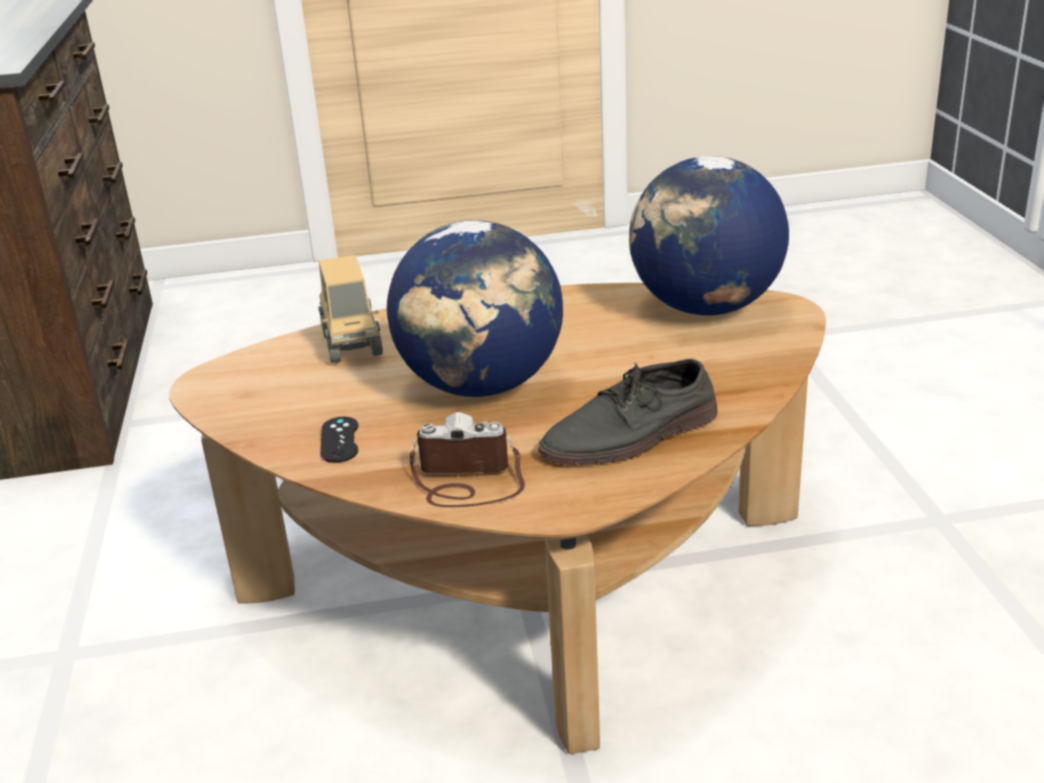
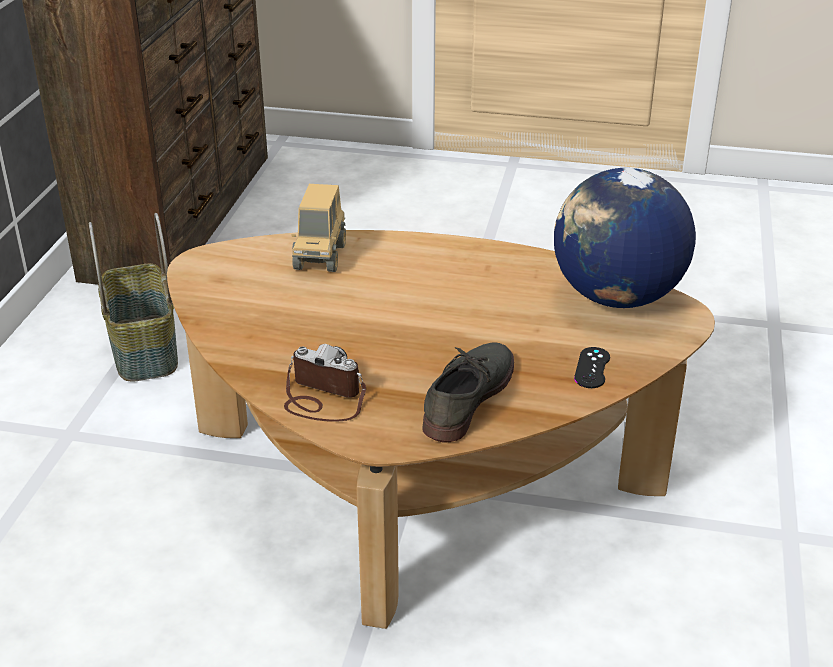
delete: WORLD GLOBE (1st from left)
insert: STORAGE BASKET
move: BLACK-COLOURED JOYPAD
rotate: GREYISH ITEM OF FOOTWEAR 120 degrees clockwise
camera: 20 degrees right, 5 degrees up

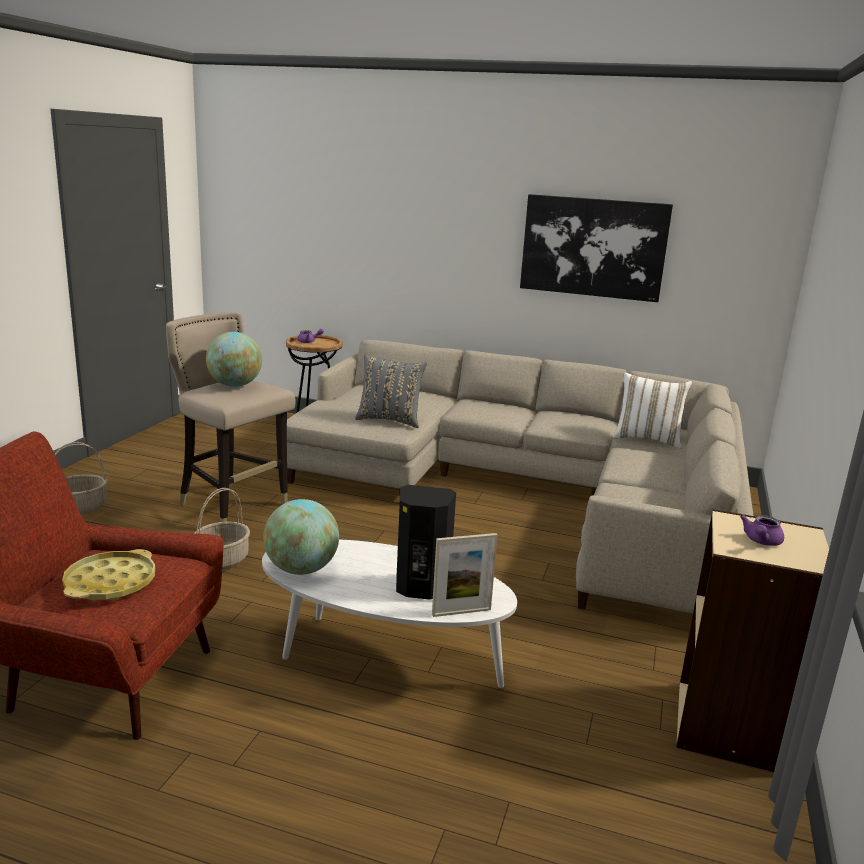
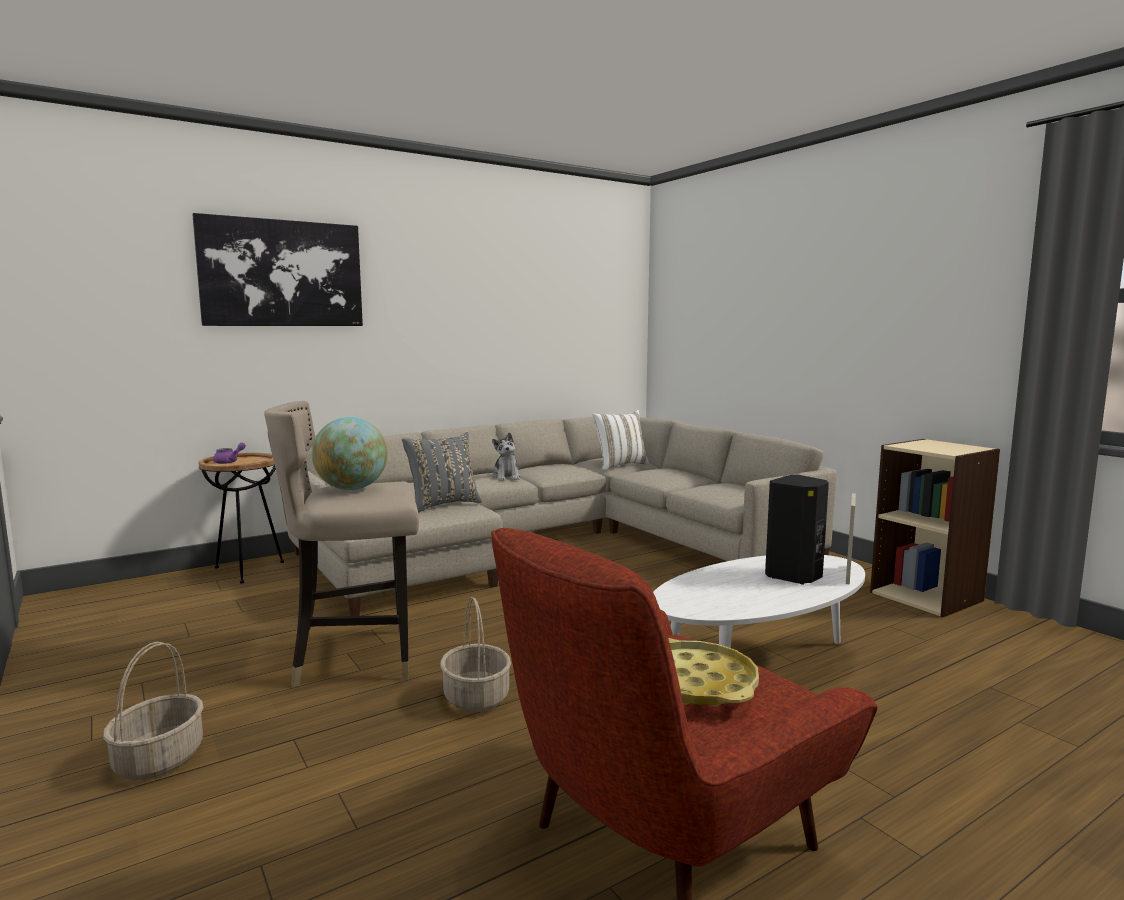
delete: WORLD GLOBE (2nd from left); PURPLE TEAPOT (2nd from left)
insert: SOFT TOY
move: WALL ART
camera: 50 degrees left, 10 degrees down

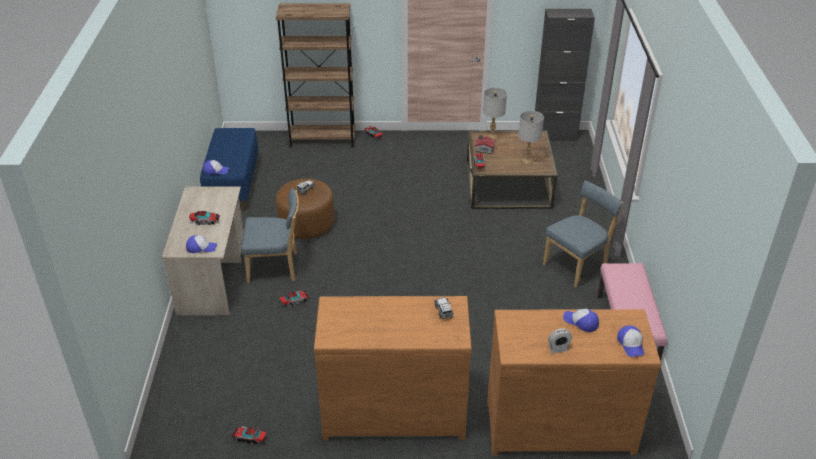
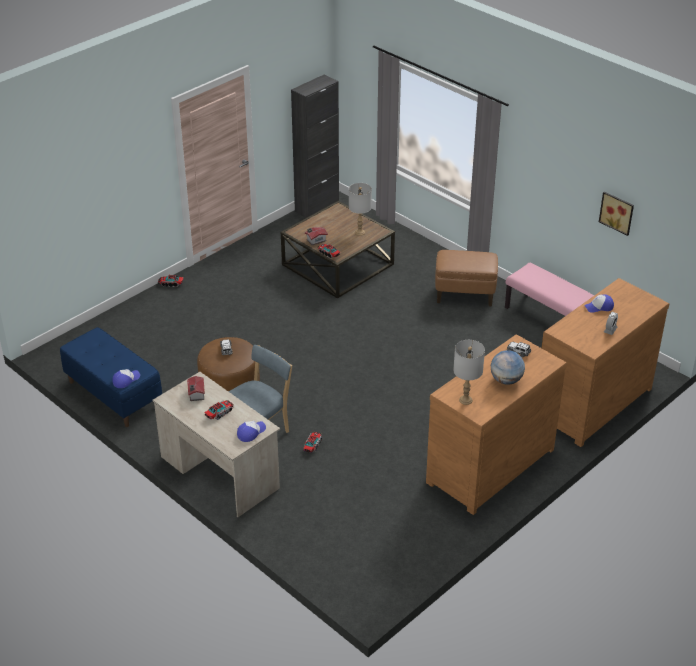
delete: BROWNISH SHELVING UNIT; BASEBALL CAP (4th from left); TOY TRUCK (2nd from left)
insert: WALL ART; WORLD GLOBE; TOY HOUSE (1st from left)
move: GREYISH TABLETOP LAMP (1st from left in the first image) to GREYISH TABLETOP LAMP (2nd from left)
replace: BLUE-COLOURED PLAIN CHAIR (2nd from left) to BROWNISH OTTOMAN (2nd from left)
camera: 45 degrees left, 0 degrees up

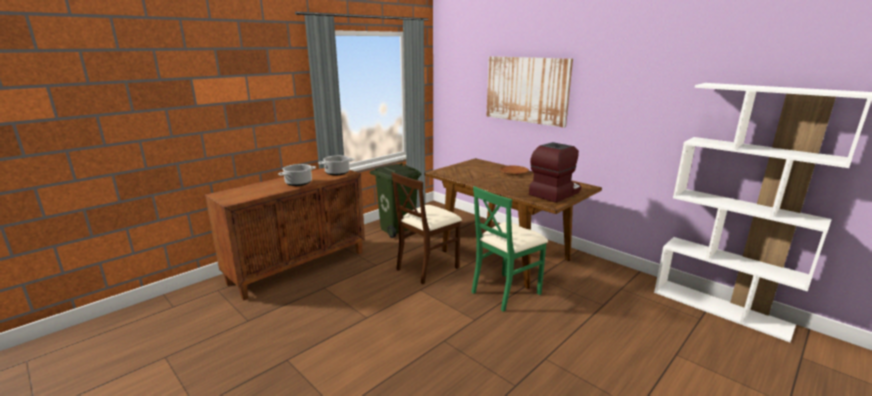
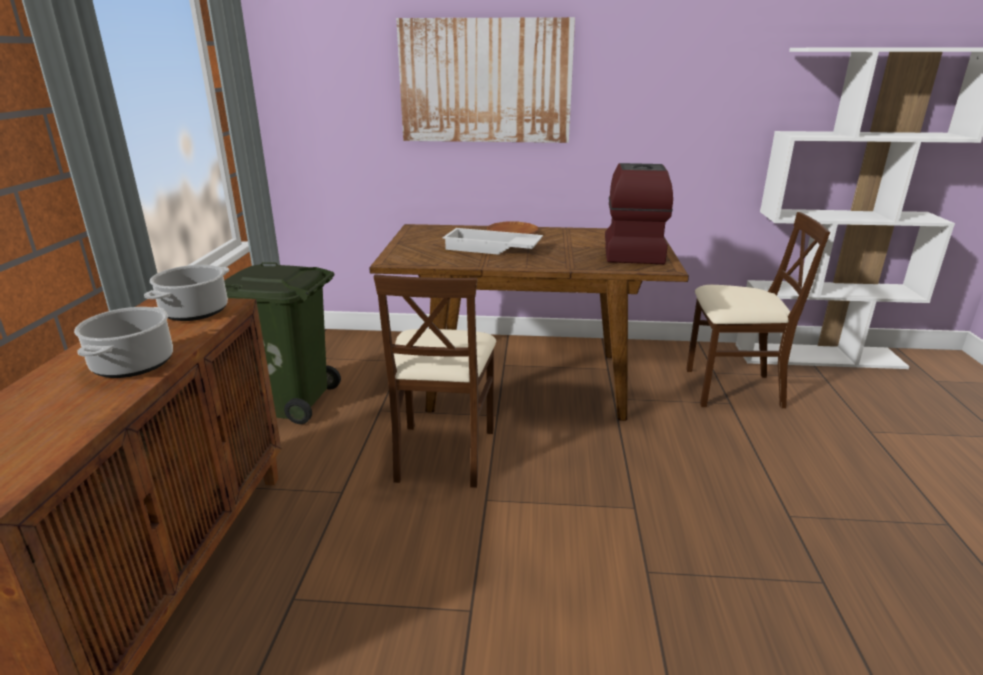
delete: GREEN PLAIN CHAIR
insert: BEIGE PLAIN CHAIR (2nd from left); WHITE-COLOURED TRAY
camera: 40 degrees left, 5 degrees up

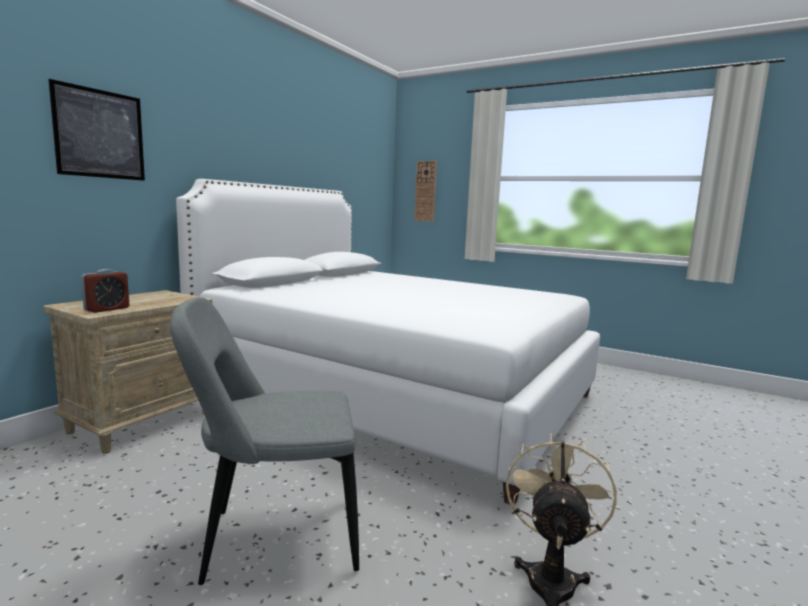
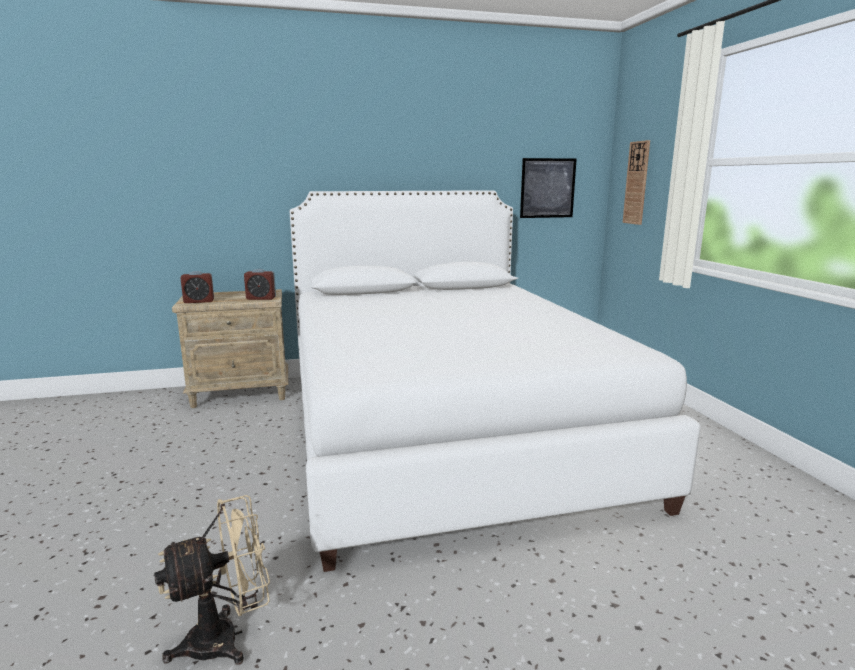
delete: GREYISH PLAIN CHAIR
insert: TABLE CLOCK (2nd from left)
move: WALL ART
camera: 45 degrees right, 5 degrees up

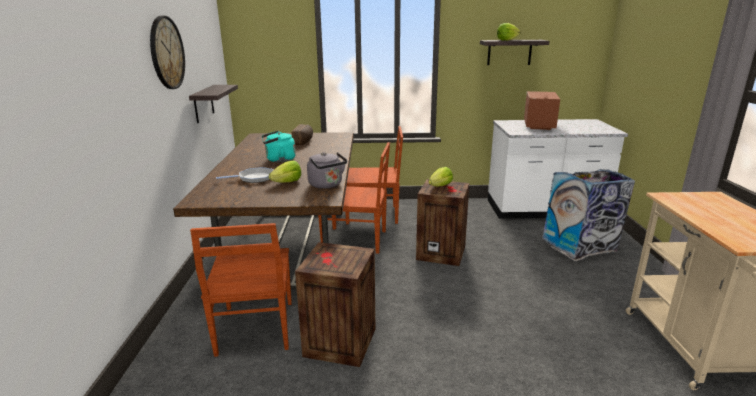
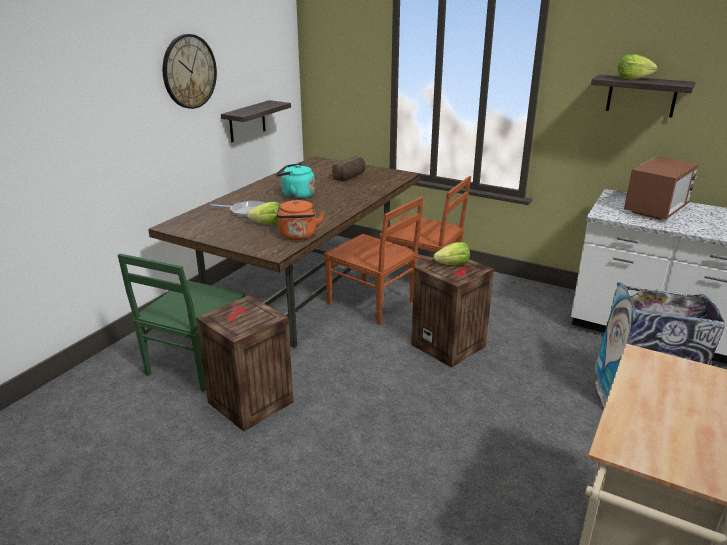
recolor: GREYISH WATER KETTLE to ORANGEY WATER KETTLE; BROWNISH PLAIN CHAIR (1st from left) to GREEN PLAIN CHAIR
camera: 30 degrees right, 5 degrees up

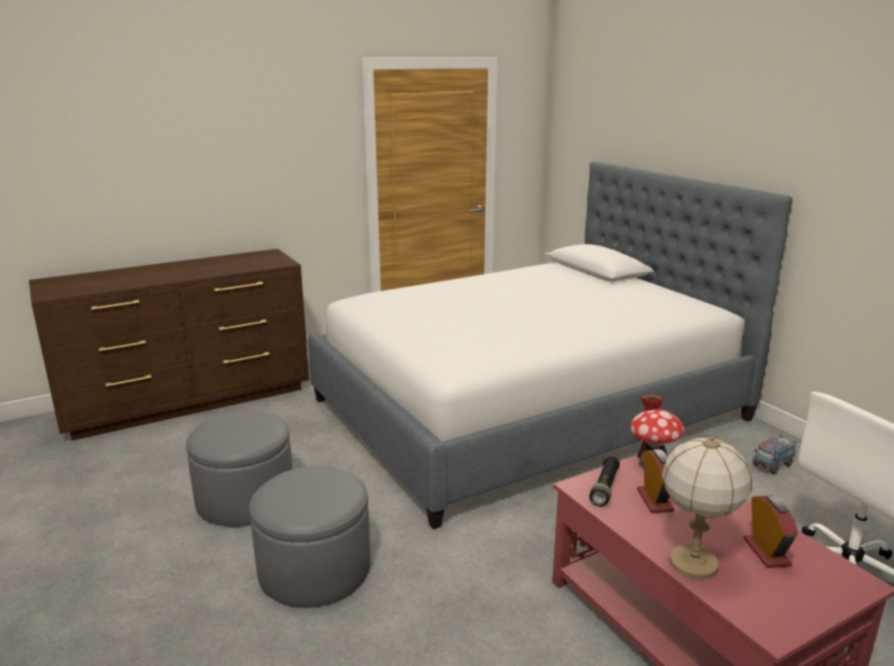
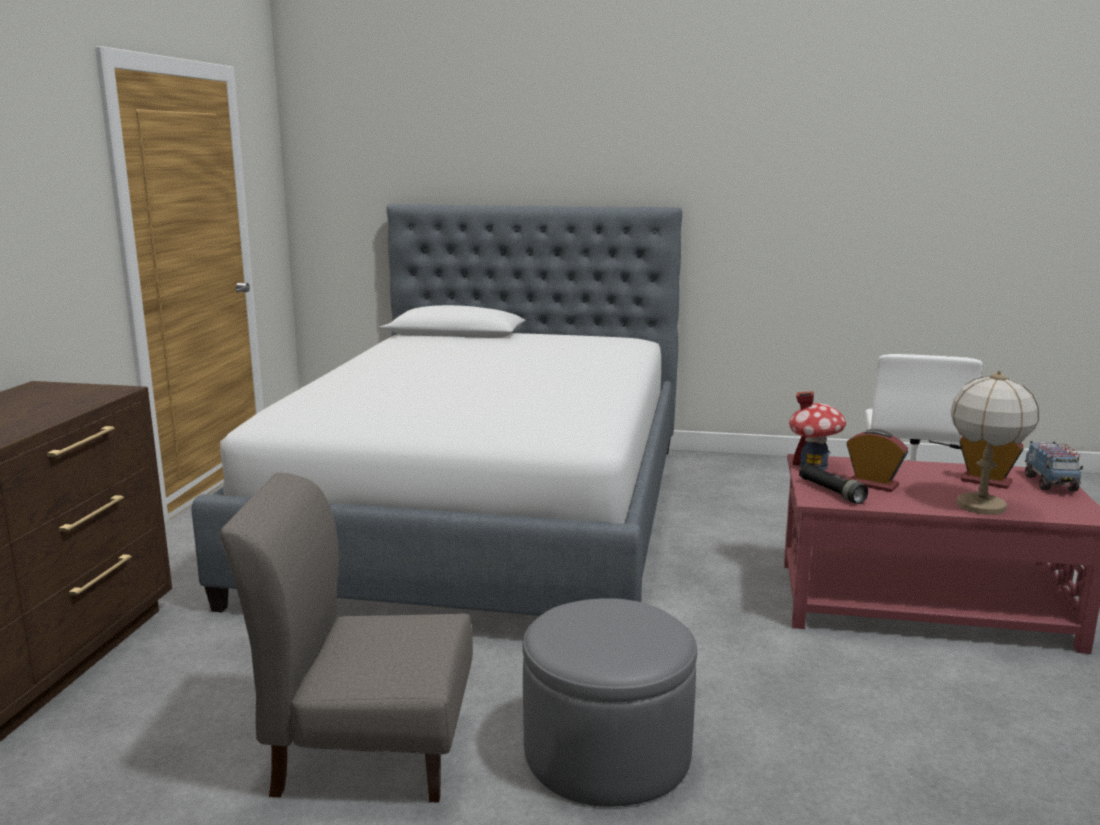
move: TOY TRUCK
replace: GREYISH OTTOMAN (1st from left) to GREYISH PLAIN CHAIR
camera: 50 degrees left, 5 degrees down

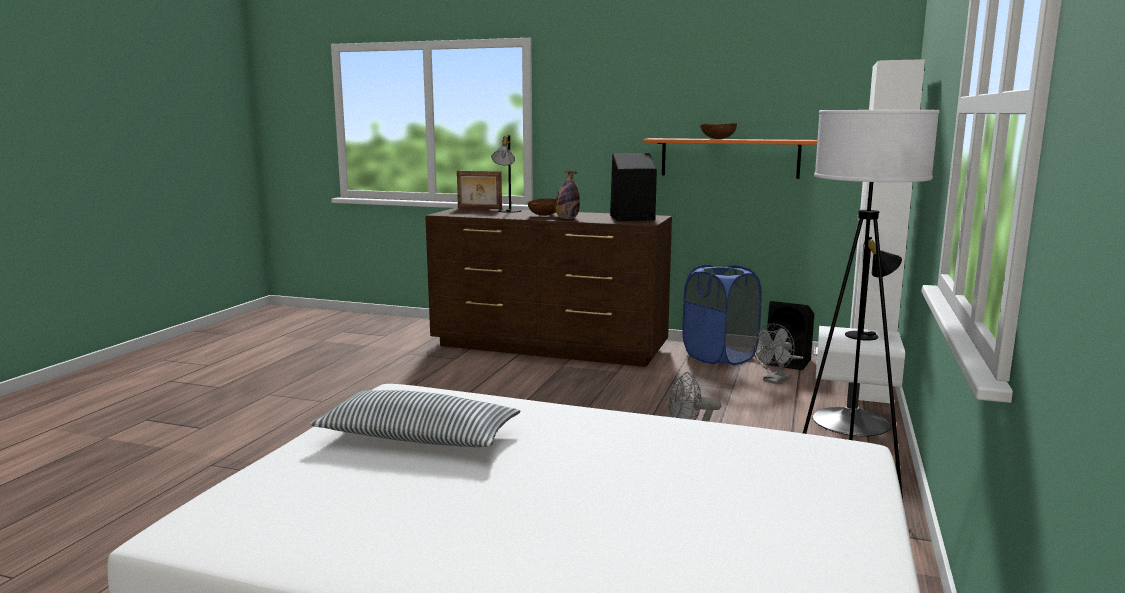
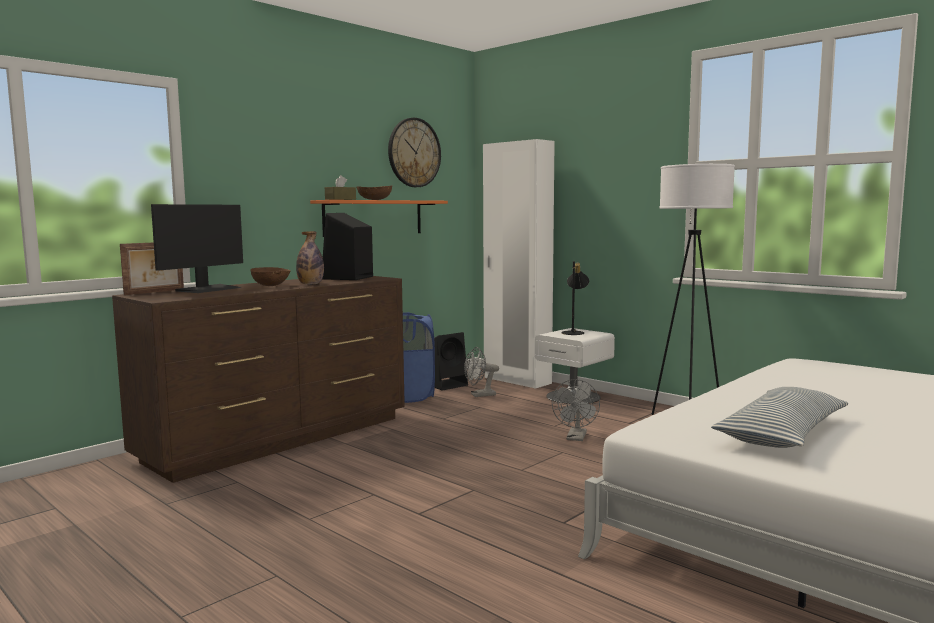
insert: CLOCK ON THE WALL; BROWNISH TISSUE BOX
replace: BLACK-COLOURED TABLETOP LAMP (1st from left) to COMPUTER SCREEN
rotate: GREYISH ELECTRIC FAN (2nd from left in the first image) 90 degrees clockwise
camera: 65 degrees left, 5 degrees down

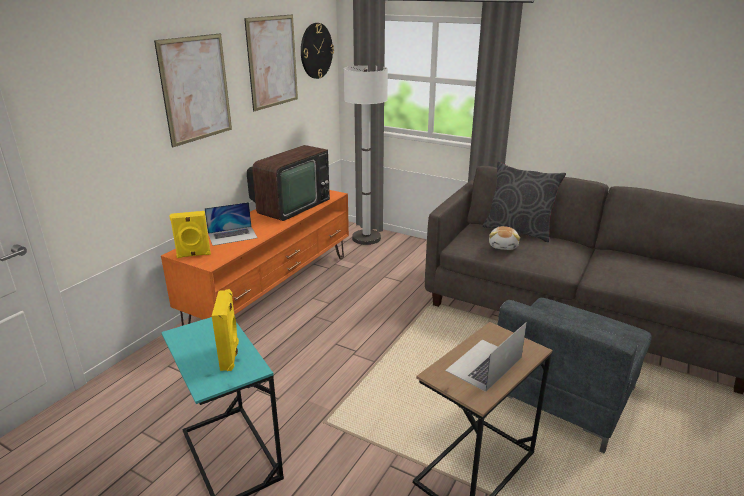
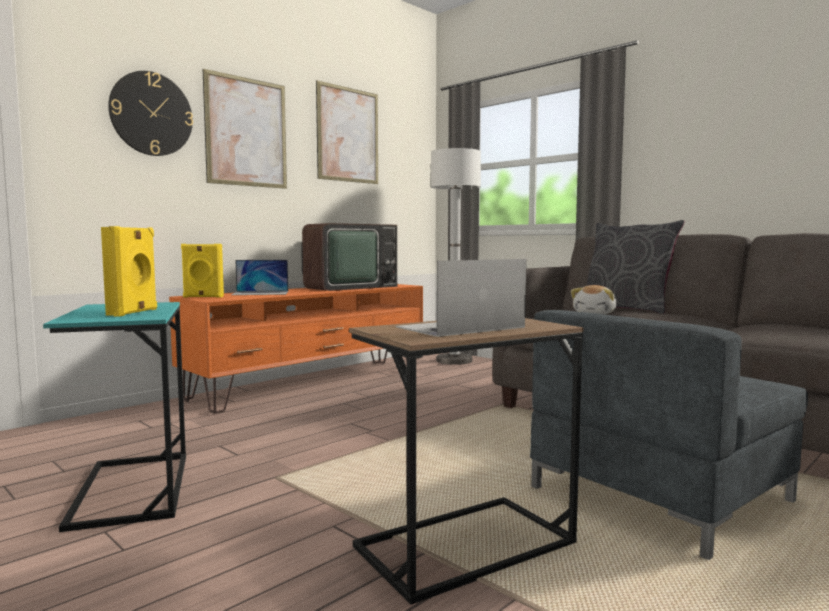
move: CLOCK ON THE WALL
camera: 15 degrees right, 20 degrees down

